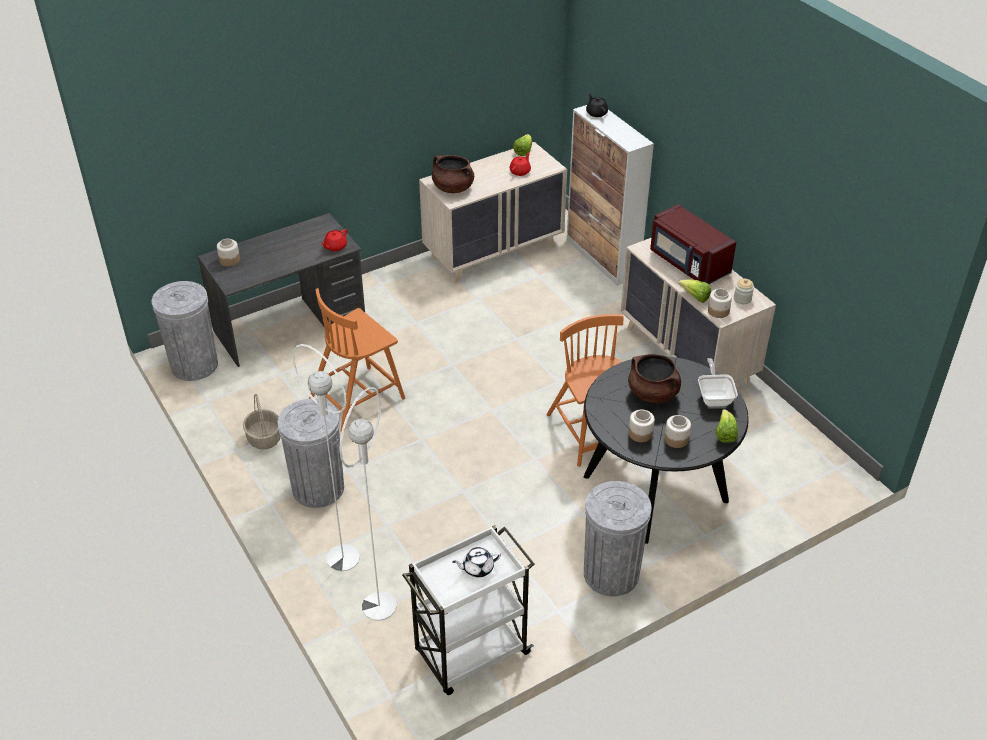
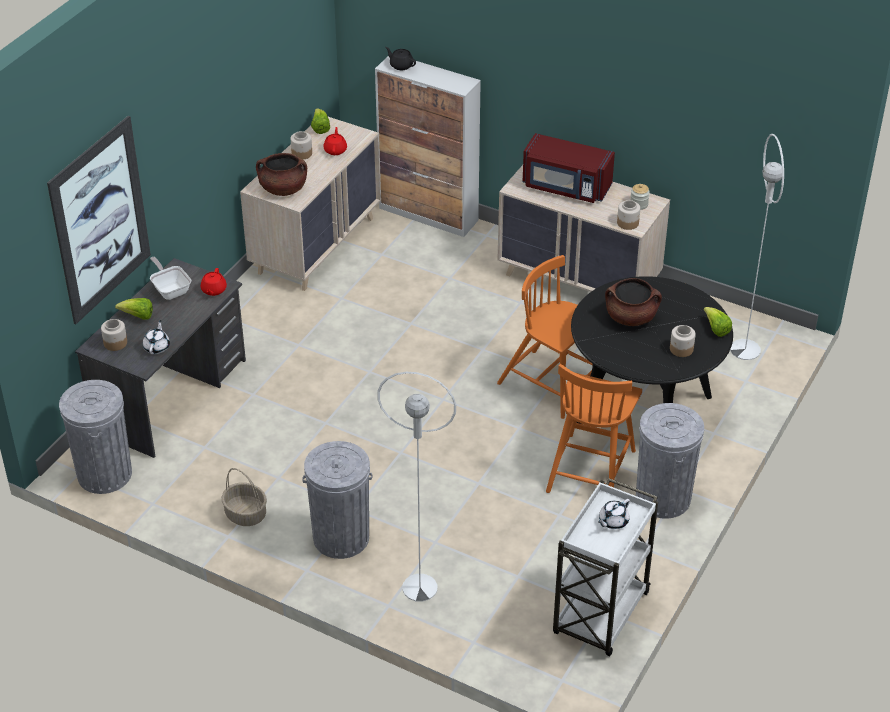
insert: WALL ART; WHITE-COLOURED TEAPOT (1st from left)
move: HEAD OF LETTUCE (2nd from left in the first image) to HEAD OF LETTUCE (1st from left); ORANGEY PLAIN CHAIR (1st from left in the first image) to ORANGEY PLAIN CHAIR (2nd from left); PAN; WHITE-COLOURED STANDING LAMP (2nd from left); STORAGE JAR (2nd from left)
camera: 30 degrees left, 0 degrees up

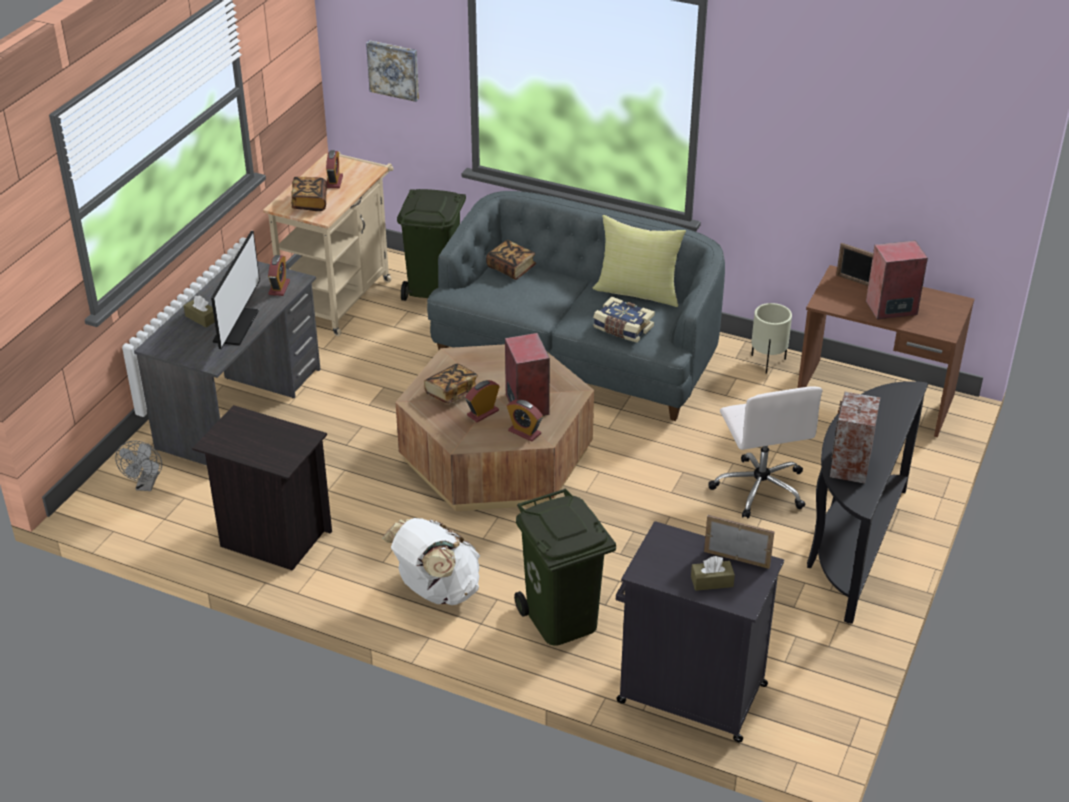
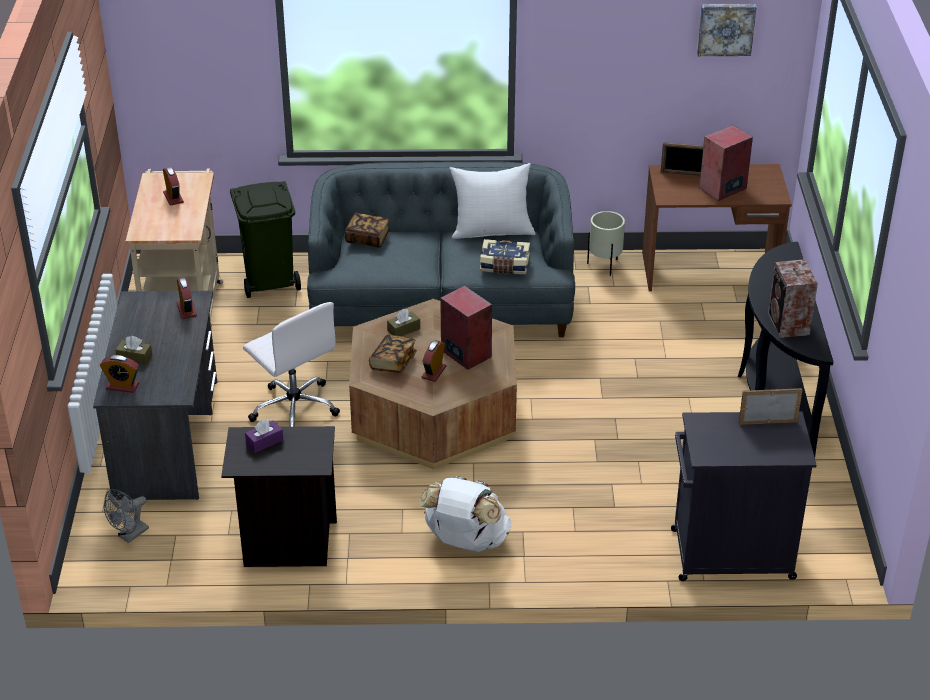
delete: BOOK (1st from left); COMPUTER SCREEN; GREEN RUBBISH BIN (2nd from left)
insert: PURPLE TISSUE BOX
move: WALL ART; WHITE-COLOURED OFFICE CHAIR; TABLE CLOCK (4th from left in the first image) to TABLE CLOCK (1st from left); BROWNISH TISSUE BOX (2nd from left)
recolor: YELLOW CUSHION to WHITE-COLOURED CUSHION
rotate: GREYISH ELECTRIC FAN 60 degrees clockwise
camera: 25 degrees left, 0 degrees up

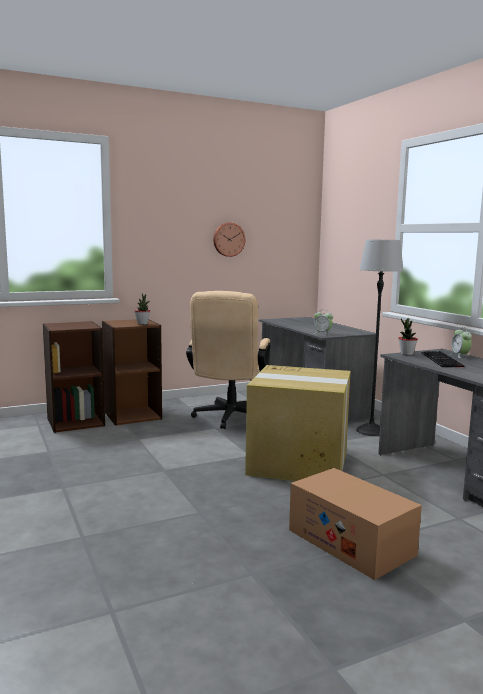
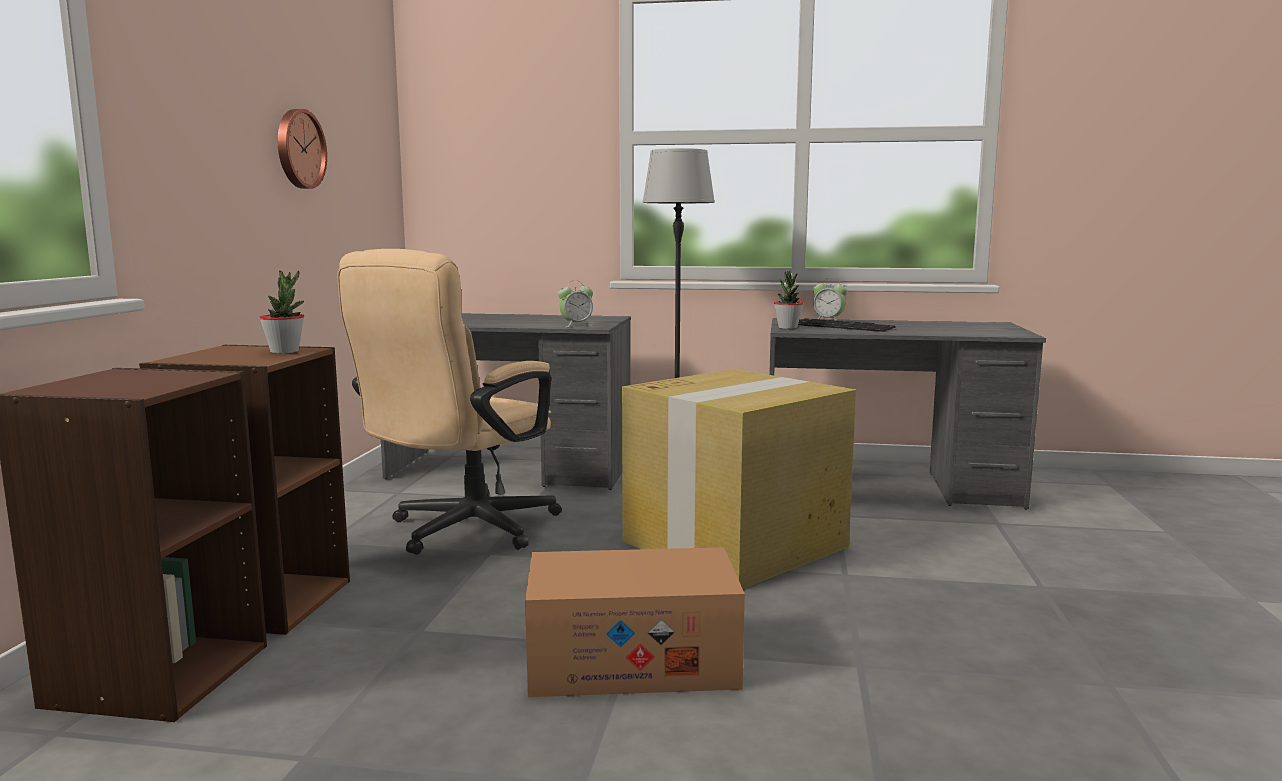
move: PACKING BOX (2nd from left in the first image) to PACKING BOX (1st from left)
rotate: BEIGE OFFICE CHAIR 75 degrees clockwise
camera: 55 degrees left, 0 degrees up

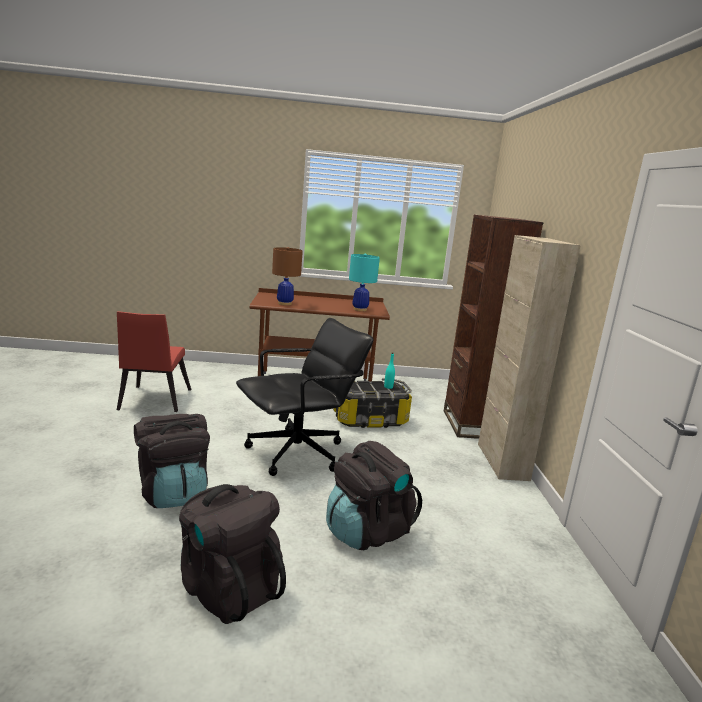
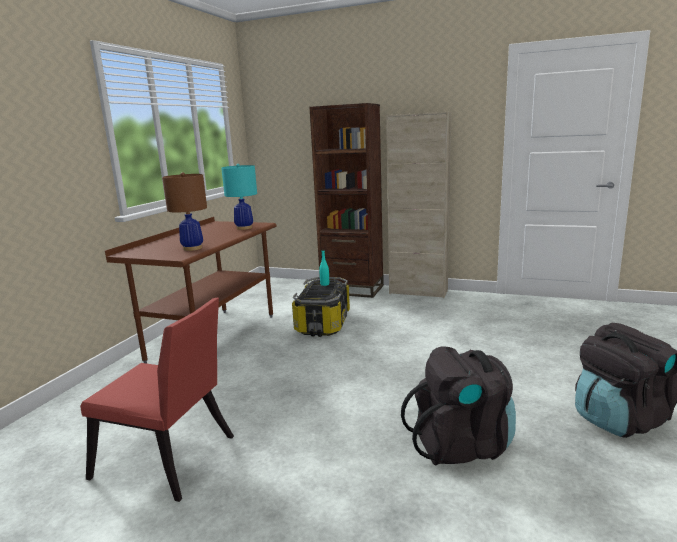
delete: BLACK-COLOURED OFFICE CHAIR; BLACK-COLOURED KNAPSACK (3rd from left)
camera: 65 degrees left, 0 degrees up

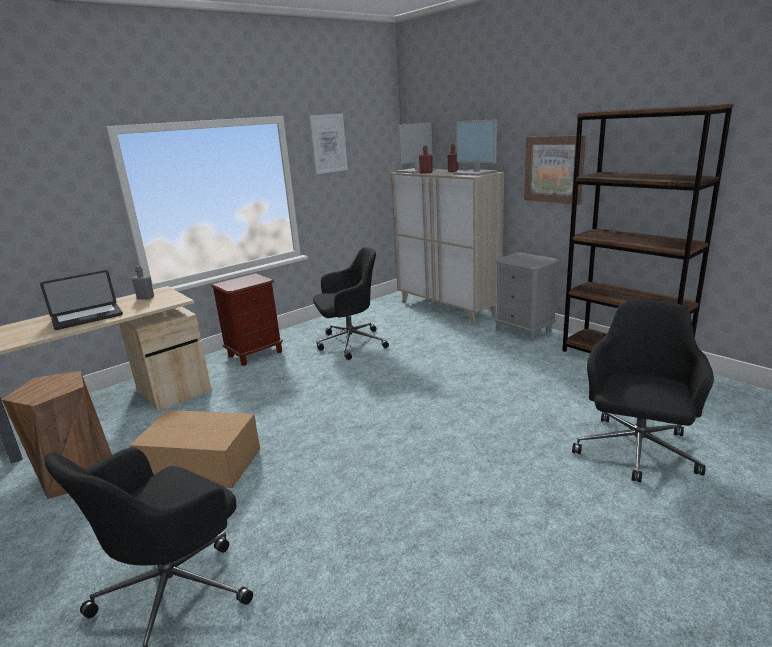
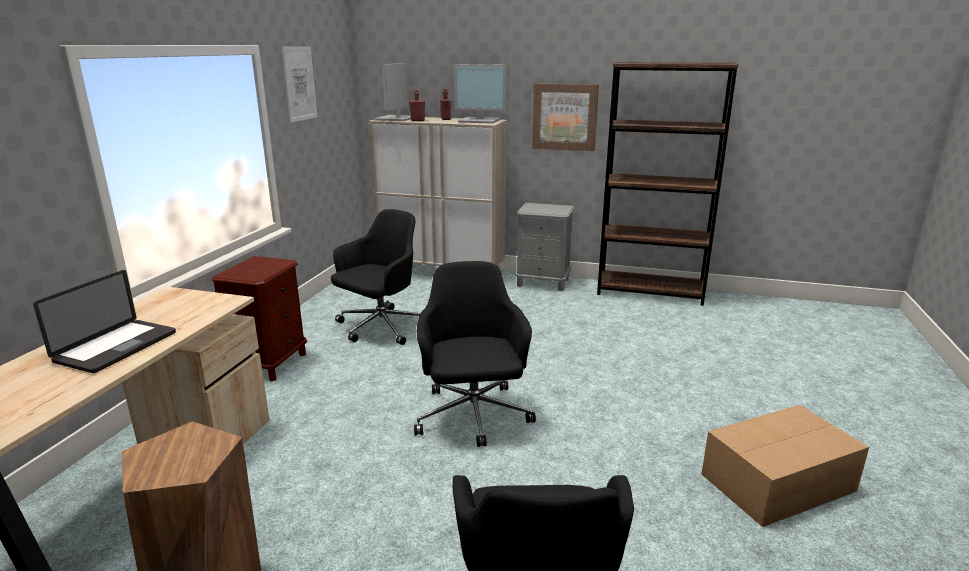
delete: GREYISH BEVERAGE BOTTLE
move: BLACK-COLOURED OFFICE CHAIR (3rd from left in the first image) to BLACK-COLOURED OFFICE CHAIR (2nd from left); PACKING BOX
camera: 35 degrees left, 0 degrees up

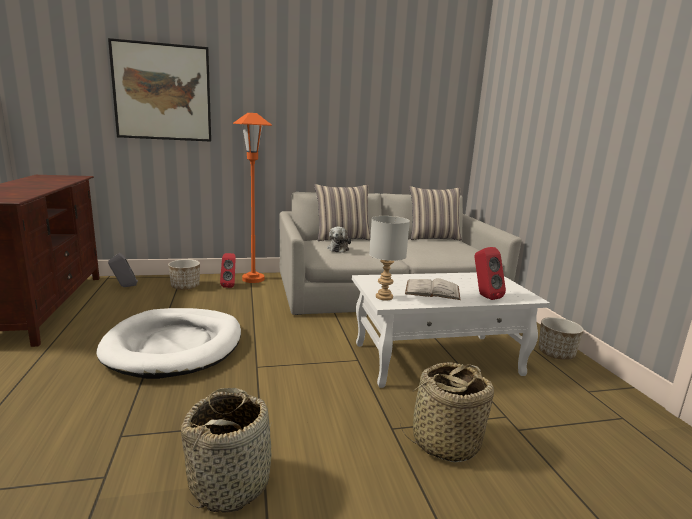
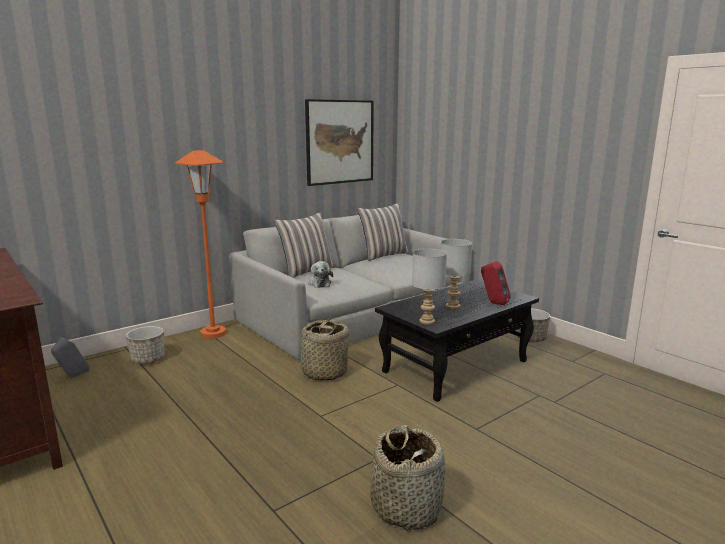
delete: REDDISH SPEAKER (1st from left); WHITE-COLOURED DOG BED
move: WALL ART; STORAGE BASKET (2nd from left in the first image) to STORAGE BASKET (1st from left)
replace: WHITE-COLOURED BOOK to GREYISH TABLETOP LAMP (2nd from left)
recolor: WHITE-COLOURED LOUNGE TABLE to BLACK-COLOURED LOUNGE TABLE
camera: 25 degrees left, 0 degrees up

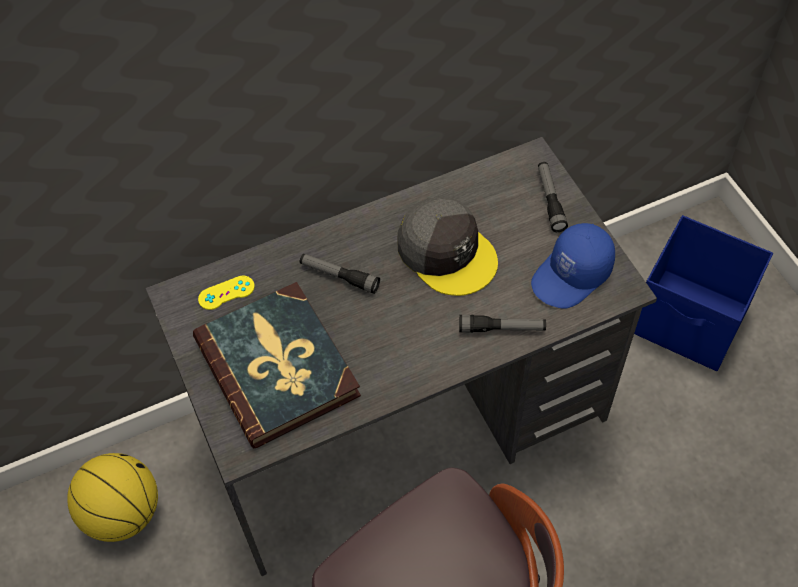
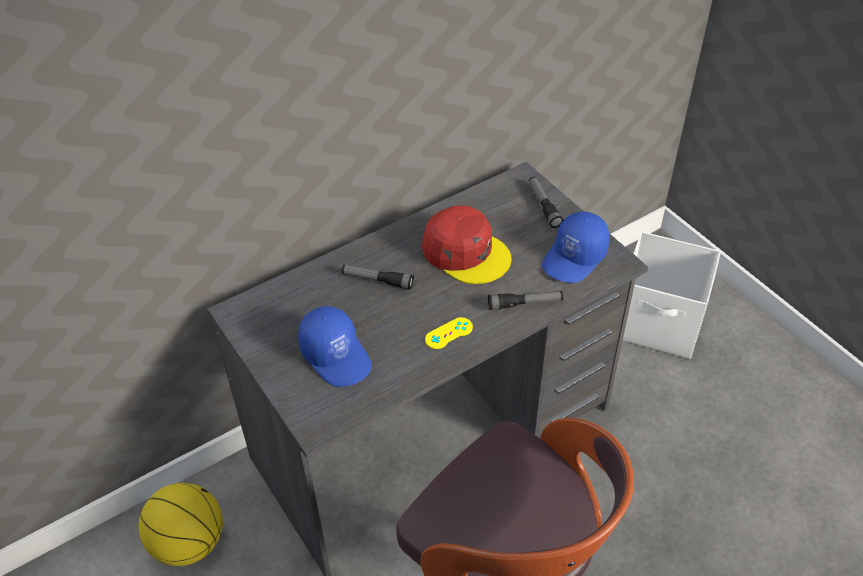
move: YELLOW JOYPAD
replace: BOOK to BLUE-COLOURED BASEBALL CAP (1st from left)
recolor: GREYISH BASEBALL CAP to REDDISH BASEBALL CAP; BLUE-COLOURED STORAGE BIN to WHITE-COLOURED STORAGE BIN
camera: 10 degrees left, 10 degrees down

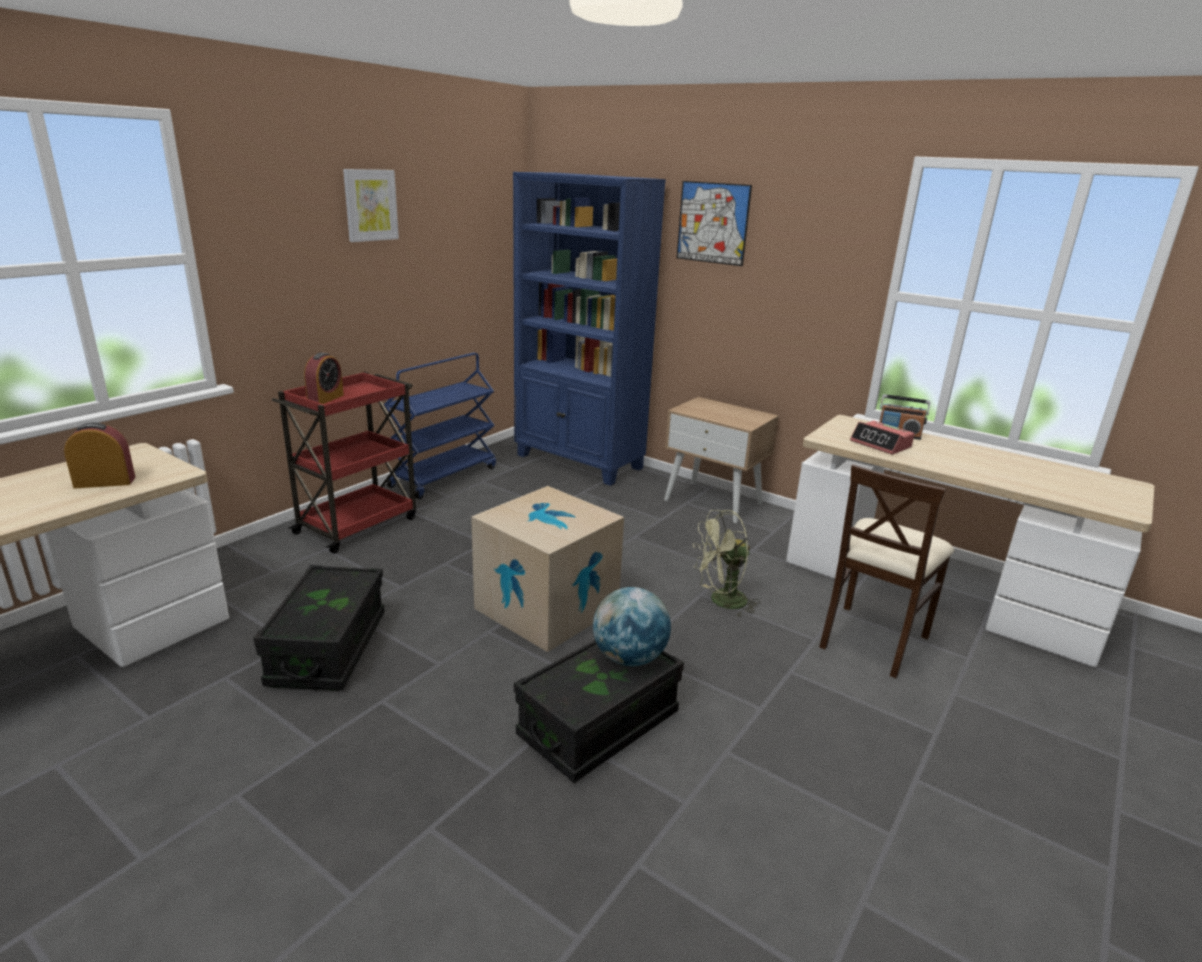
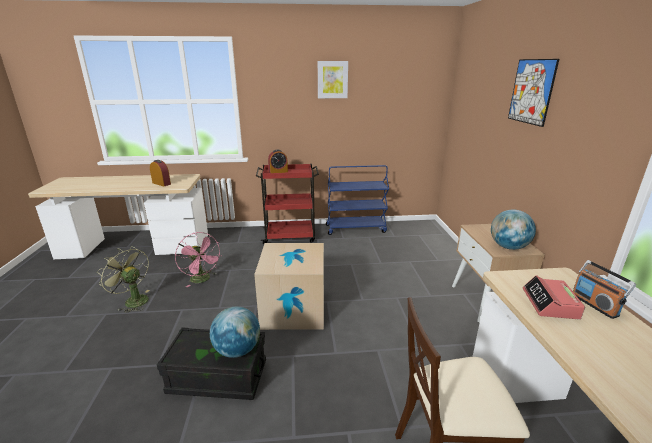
delete: BLUE-COLOURED SHELVING UNIT
insert: WORLD GLOBE (2nd from left)
move: GREEN ELECTRIC FAN
replace: BLACK-COLOURED STORAGE BIN (1st from left) to PINK-COLOURED ELECTRIC FAN
camera: 50 degrees right, 0 degrees up

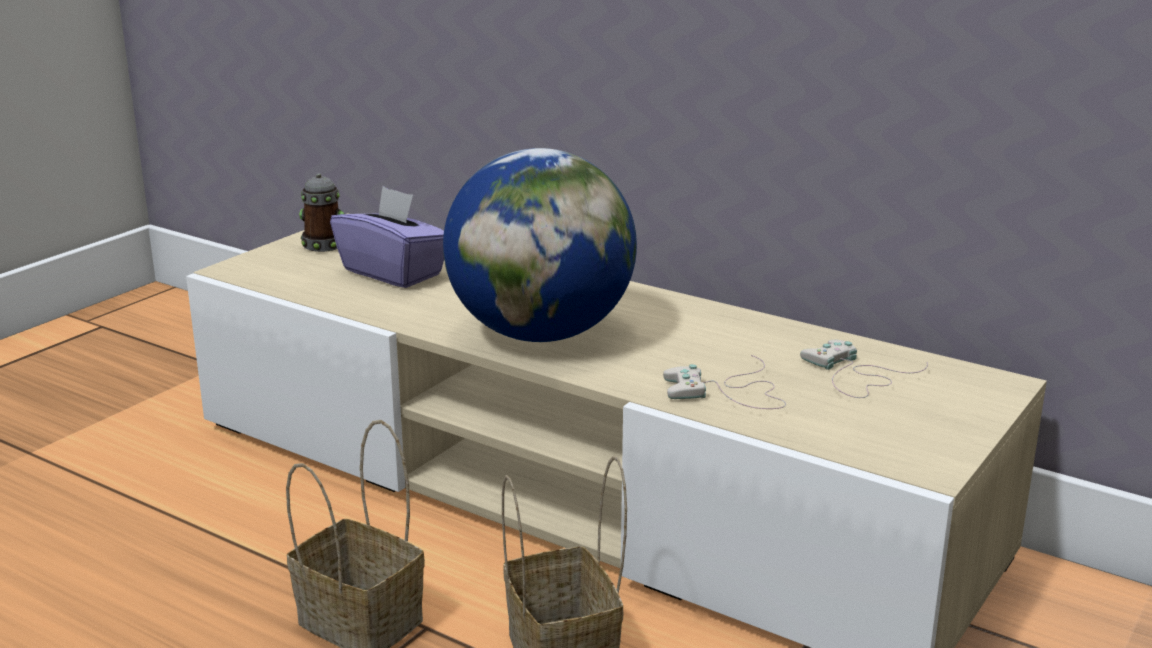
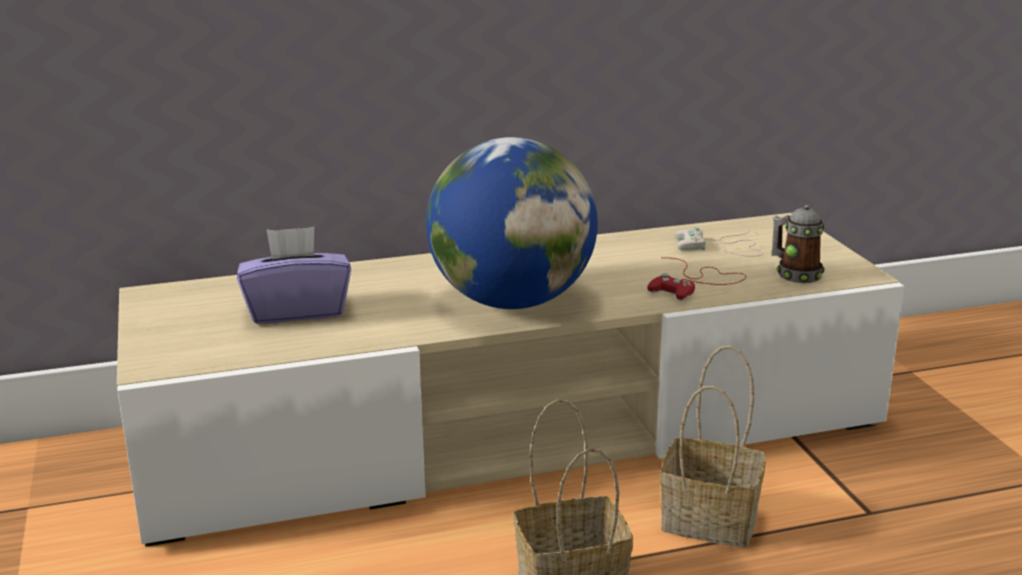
move: TEA MUG
recolor: WHITE-COLOURED JOYPAD (1st from left) to REDDISH JOYPAD
camera: 50 degrees left, 0 degrees up

